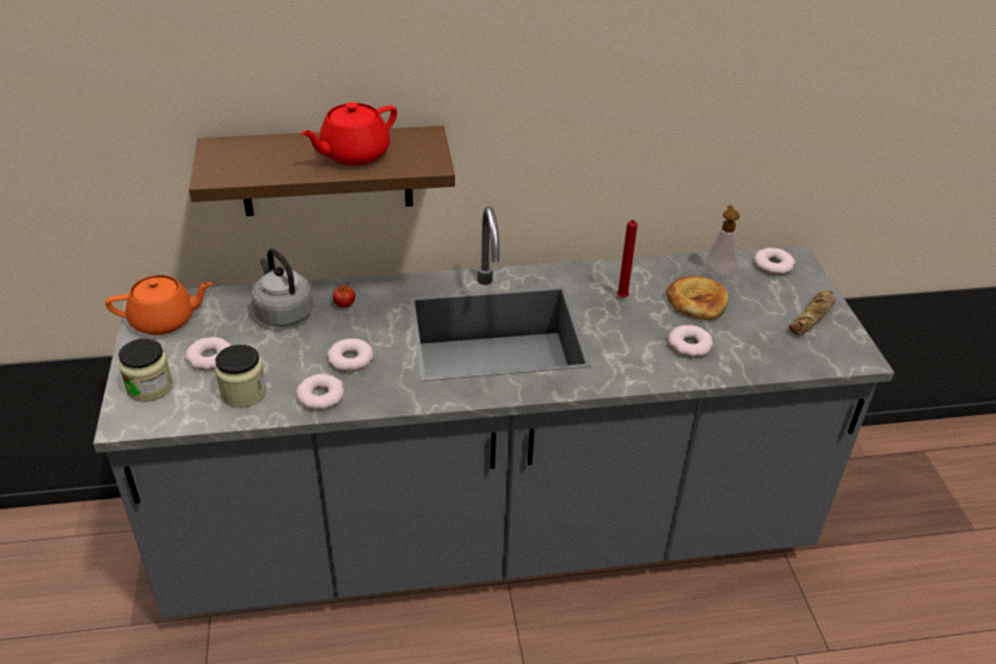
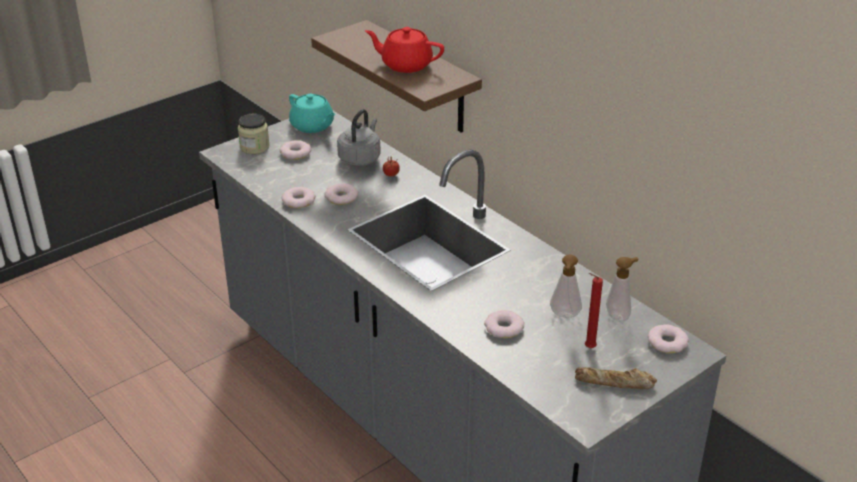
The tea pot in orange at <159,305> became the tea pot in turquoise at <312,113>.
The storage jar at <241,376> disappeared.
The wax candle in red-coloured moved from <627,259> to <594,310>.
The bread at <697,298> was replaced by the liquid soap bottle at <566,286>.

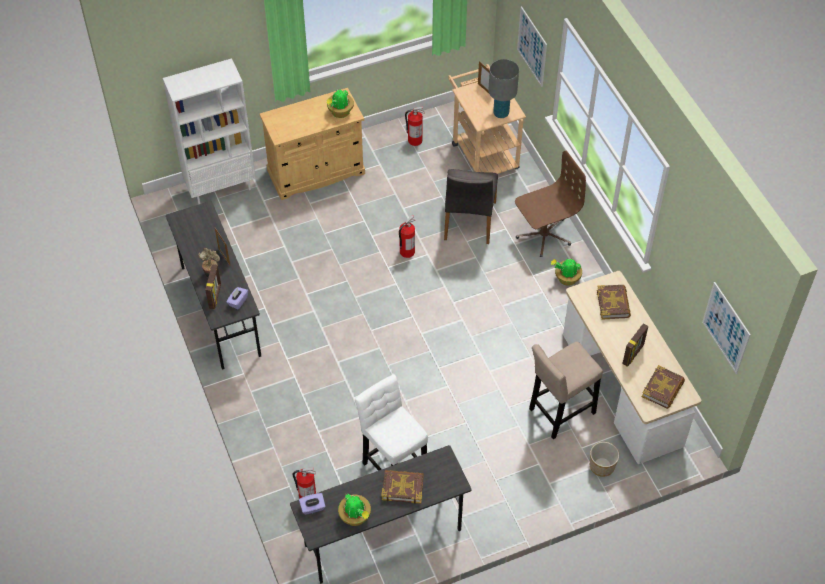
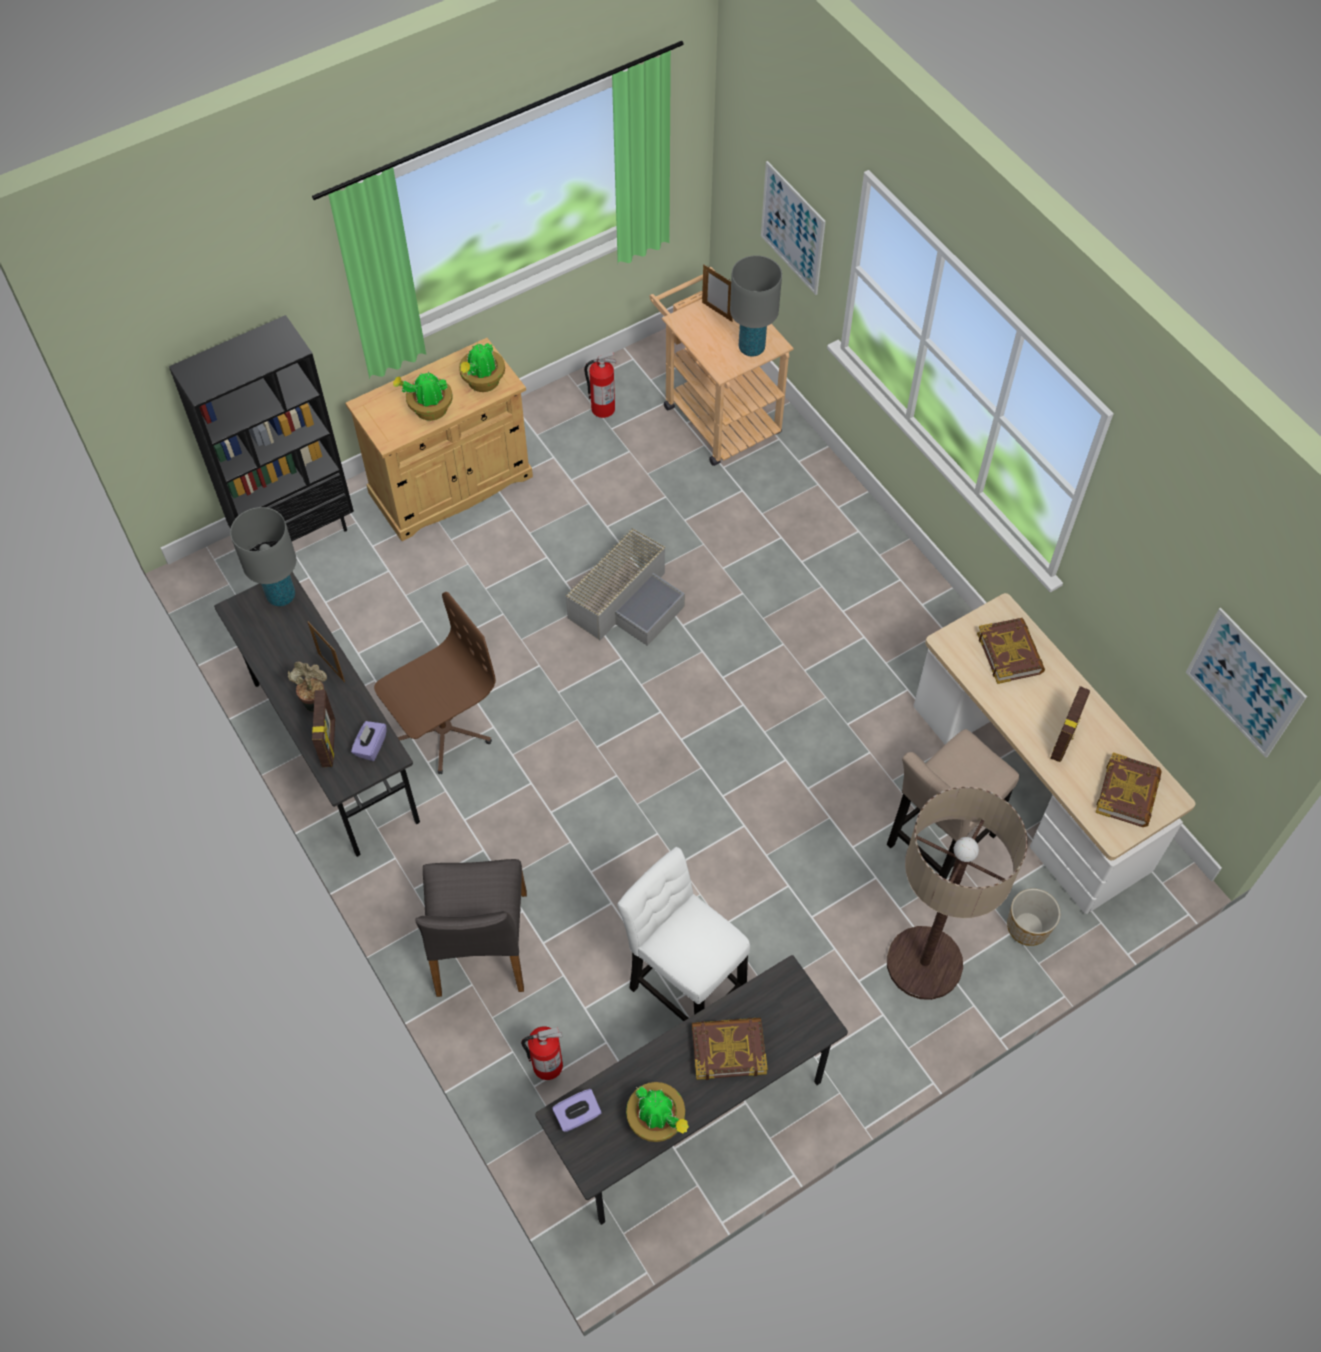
The bookshelf in white at <209,131> became the bookshelf in black at <261,433>.
The extinguisher at <407,236> was replaced by the storage box in gray at <625,587>.
The chair in gray moved from <471,206> to <471,928>.
The desk chair in brownish moved from <550,204> to <435,683>.
The houseplant moved from <566,272> to <423,396>.
The lamp for a table in gray at <263,556> appeared.
The standard lamp at <957,893> appeared.

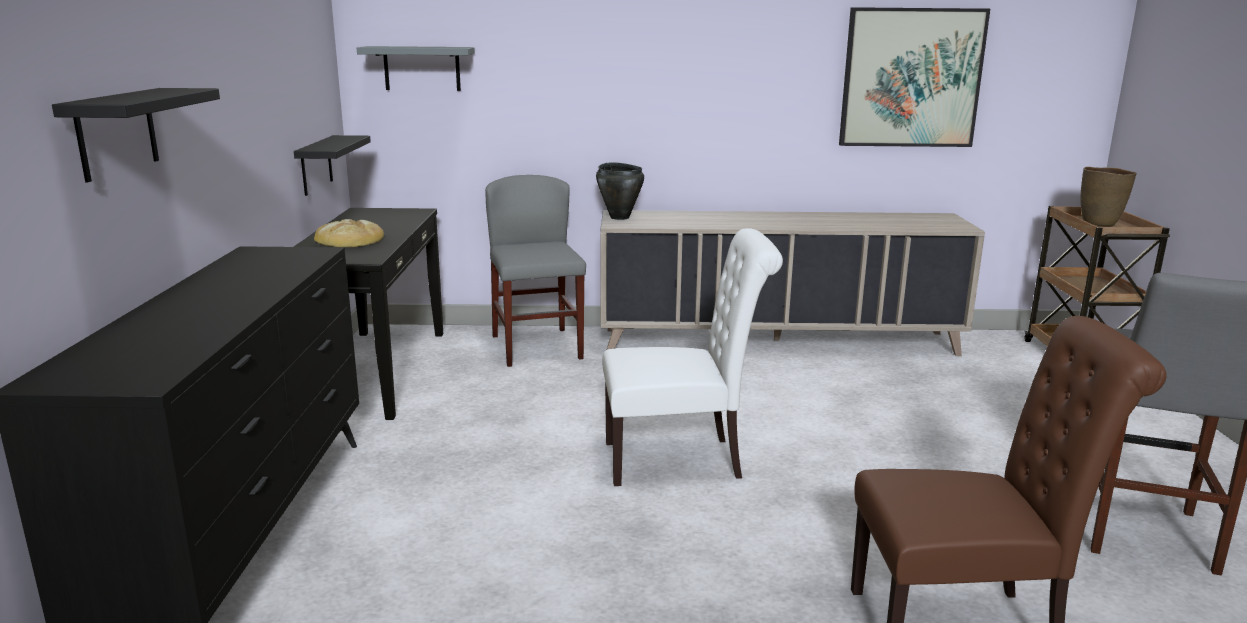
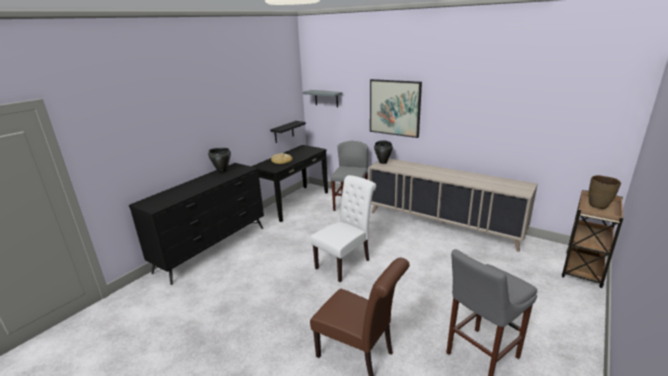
The bracket shelf in black at <136,135> disappeared.
The chair in white at <692,357> turned 75 degrees counterclockwise.
The wall art moved from <914,77> to <396,108>.
The stockpot in black at <219,160> appeared.

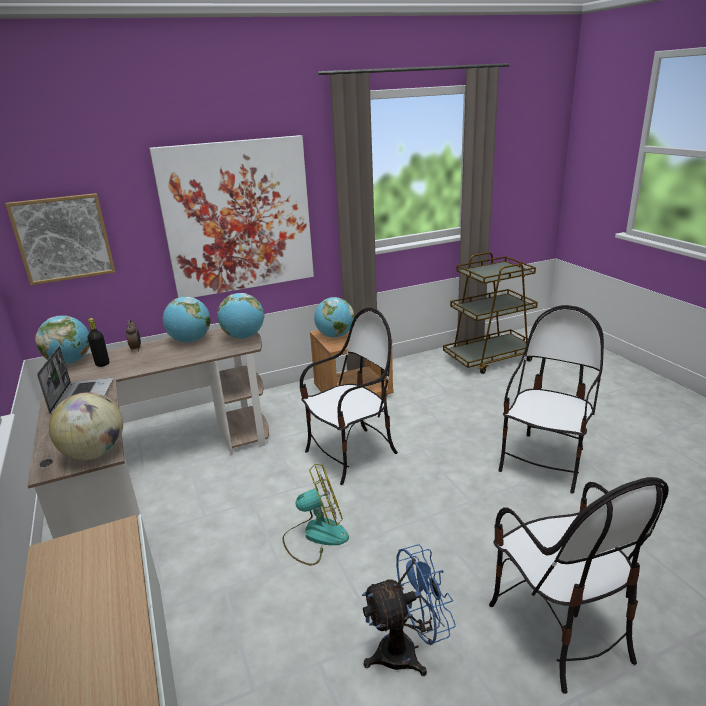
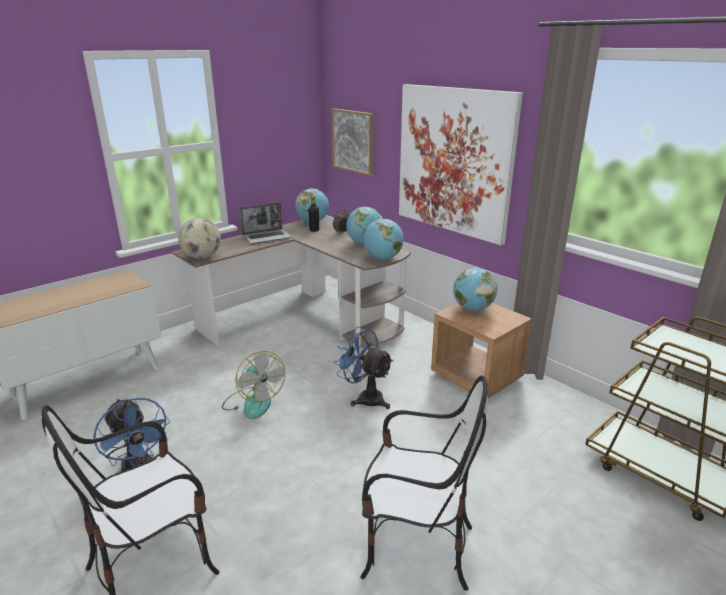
The chair at <349,396> was replaced by the fan in blue-coloured at <363,367>.

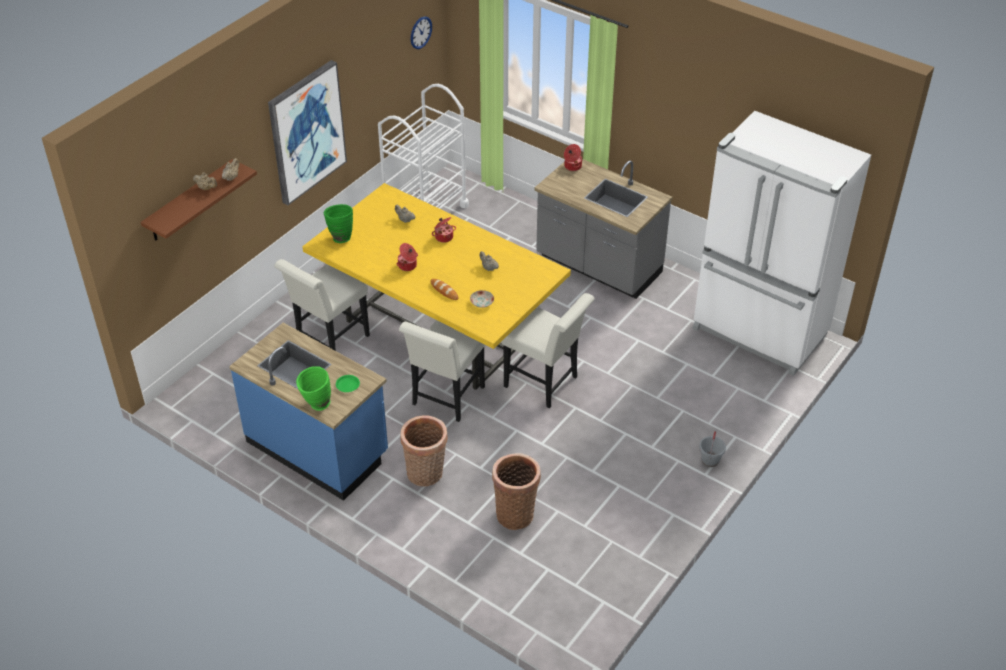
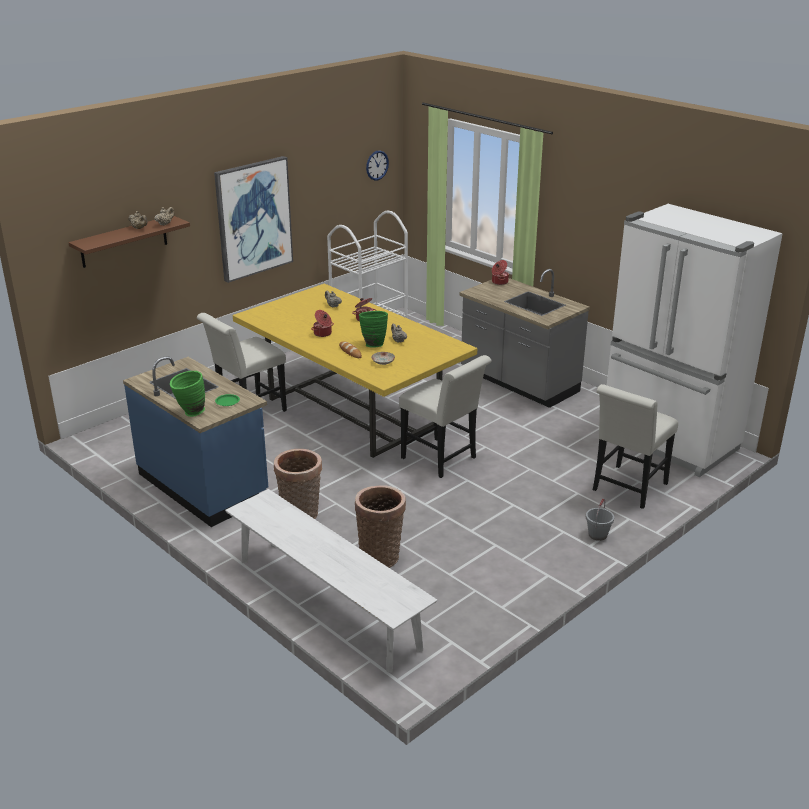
The flower vase in green-coloured moved from <338,223> to <373,329>.
The chair in white moved from <442,371> to <635,446>.
The indoor bench in white at <331,581> appeared.

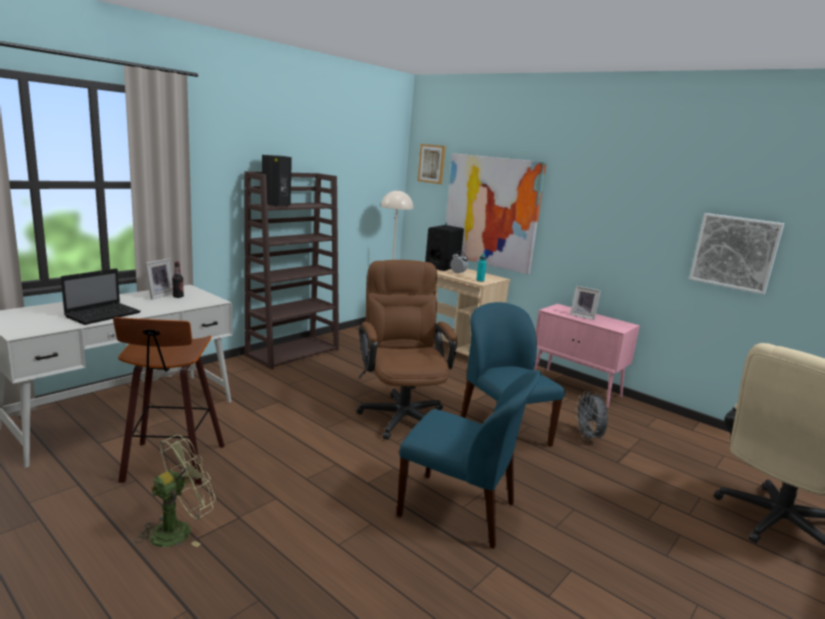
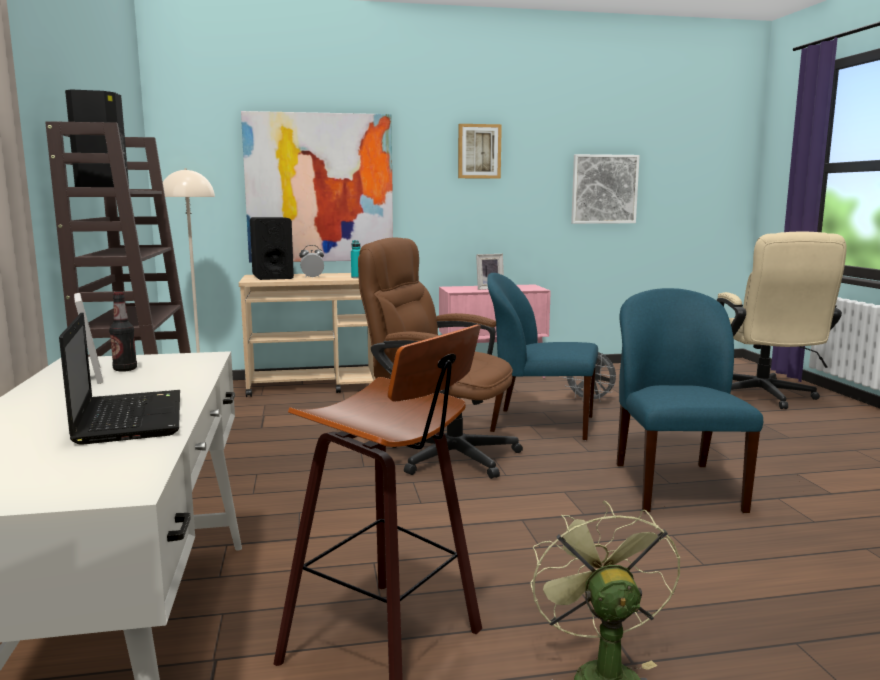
The chair in blue-coloured at <469,459> turned 60 degrees counterclockwise.
The wall art moved from <431,164> to <480,151>.

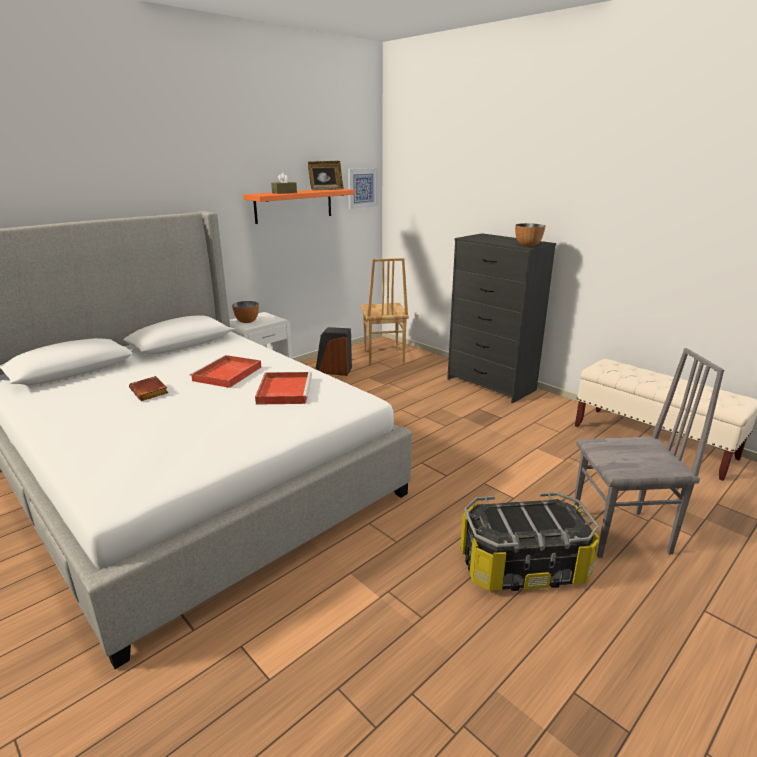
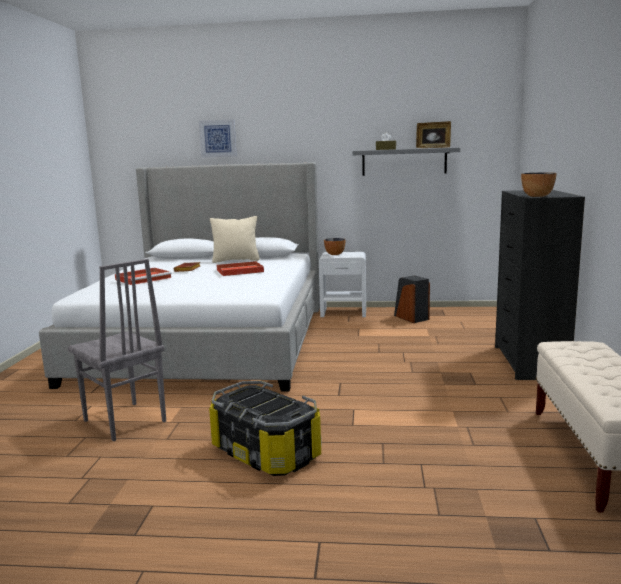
The bracket shelf in orange at <299,206> became the bracket shelf in gray at <406,162>.
The carrying tray in red-coloured moved from <283,388> to <143,276>.
The wall art moved from <362,188> to <218,138>.
The chair in brownish at <385,311> disappeared.
The chair in gray moved from <648,453> to <117,350>.
The cushion in beige-coloured at <235,239> appeared.

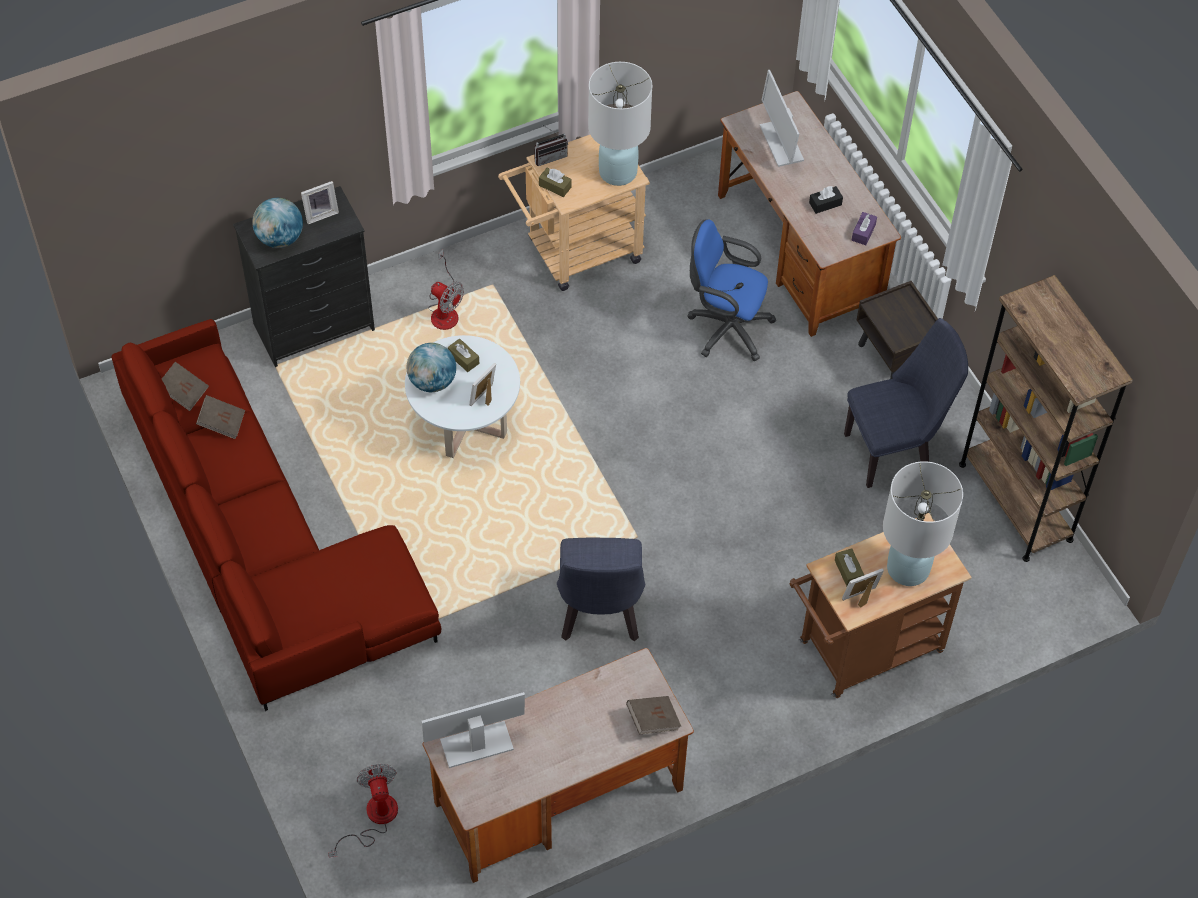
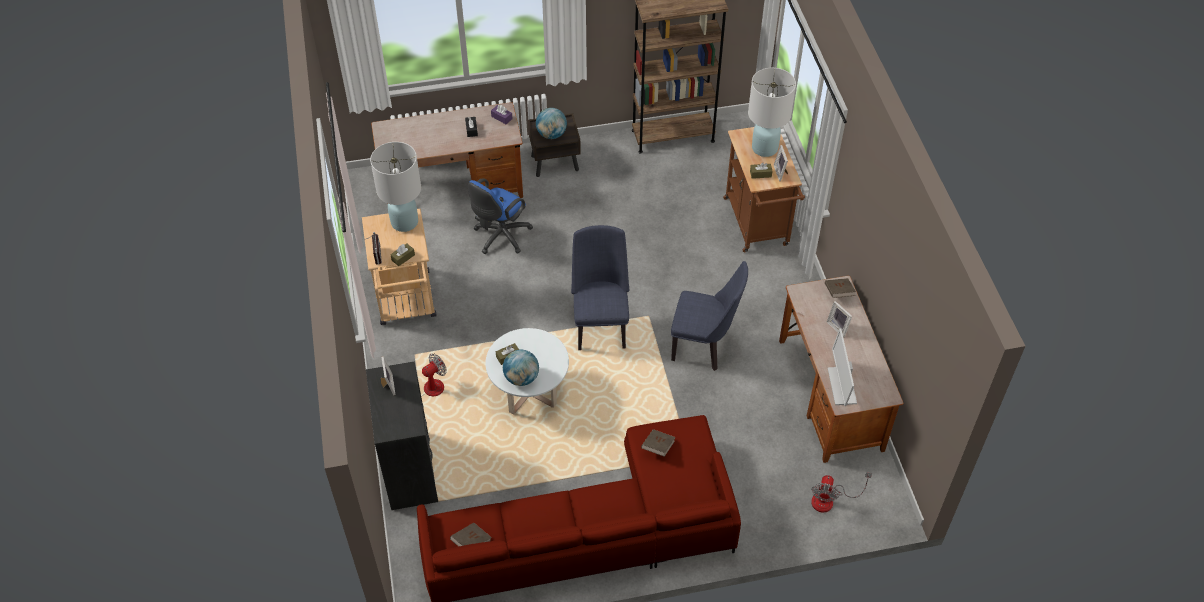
The volume in brownish moved from <220,417> to <658,443>.
The globe moved from <277,223> to <551,123>.
The fan at <363,811> turned 75 degrees counterclockwise.
The photo frame moved from <482,384> to <840,319>.
The computer screen at <782,118> disappeared.
The chair in blue-coloured moved from <906,403> to <600,287>.

